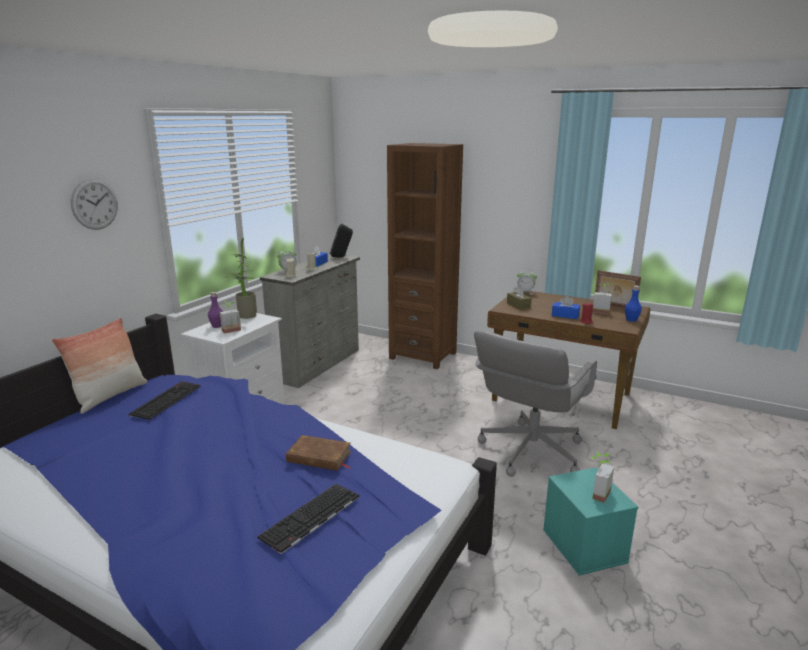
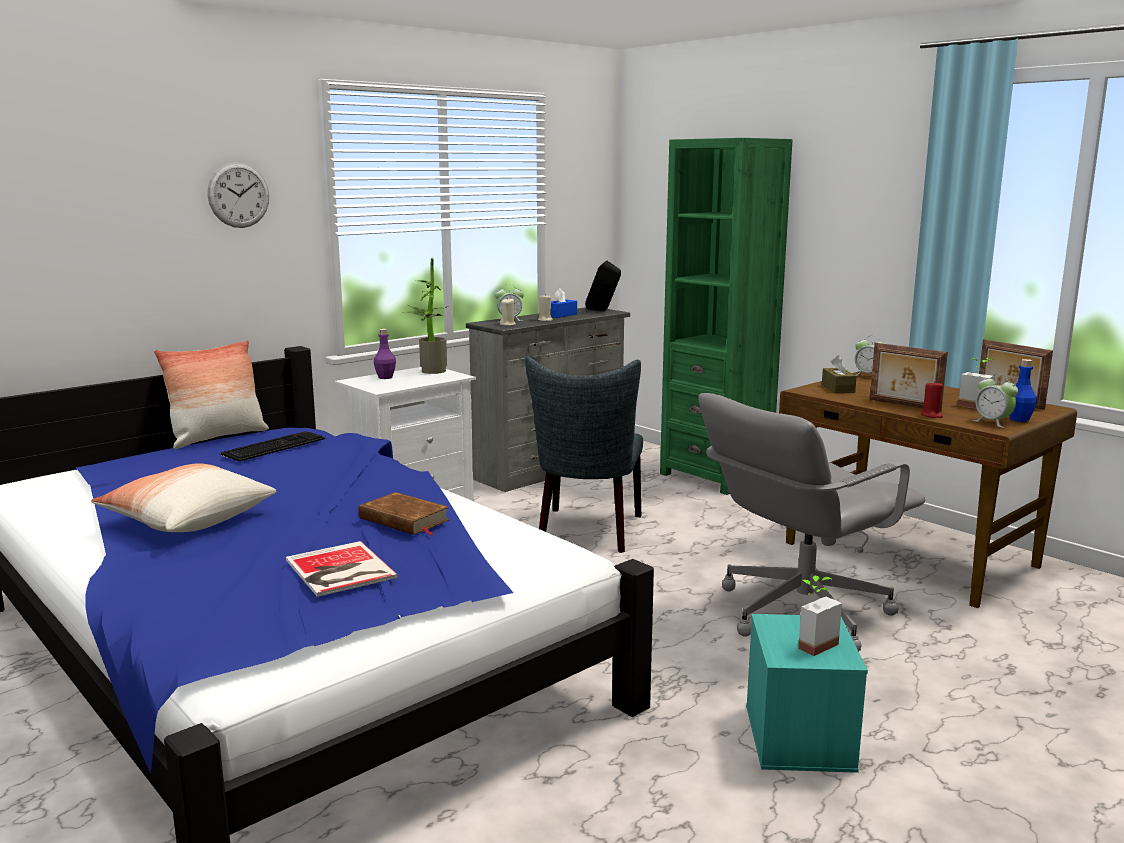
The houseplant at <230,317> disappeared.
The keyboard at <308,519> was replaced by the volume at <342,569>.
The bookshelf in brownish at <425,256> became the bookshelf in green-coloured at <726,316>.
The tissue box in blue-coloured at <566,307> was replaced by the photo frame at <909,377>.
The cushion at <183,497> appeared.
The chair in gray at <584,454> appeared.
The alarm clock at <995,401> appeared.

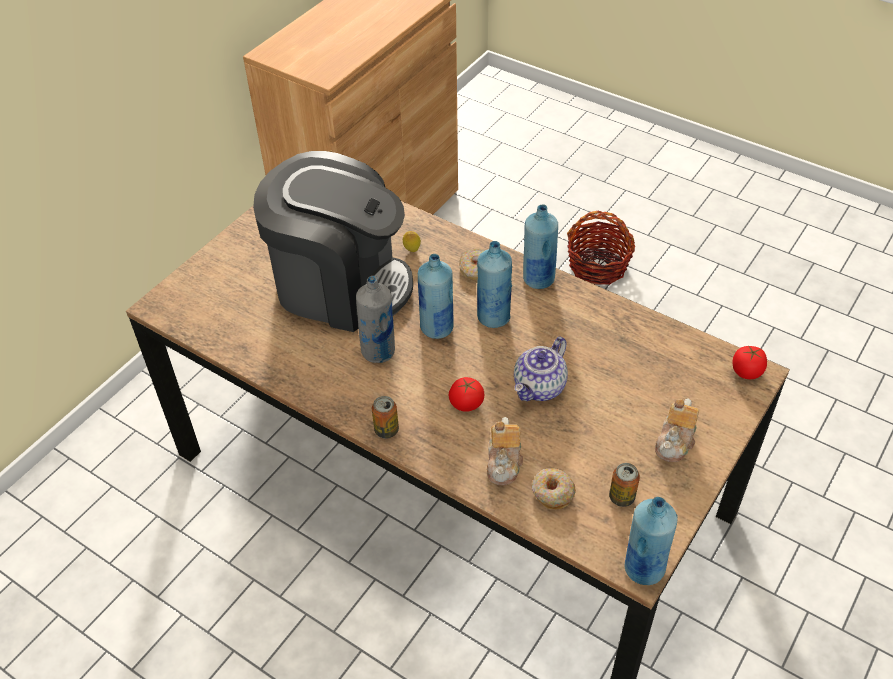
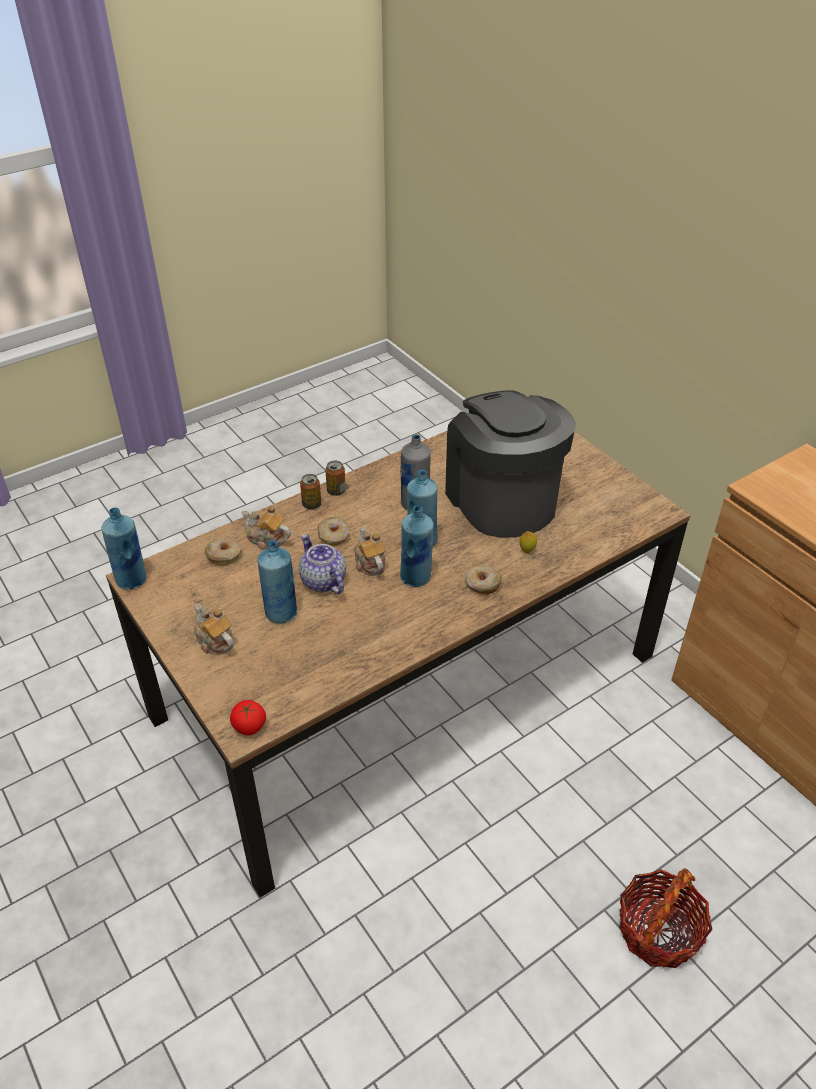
The coffee machine at <333,241> turned 120 degrees clockwise.
The whole tomato at <466,394> was replaced by the doughnut at <333,531>.
The beverage bottle in blue-coloured moved from <540,247> to <277,581>.
The sealed can moved from <624,485> to <310,491>.
The tea pot at <370,551> appeared.

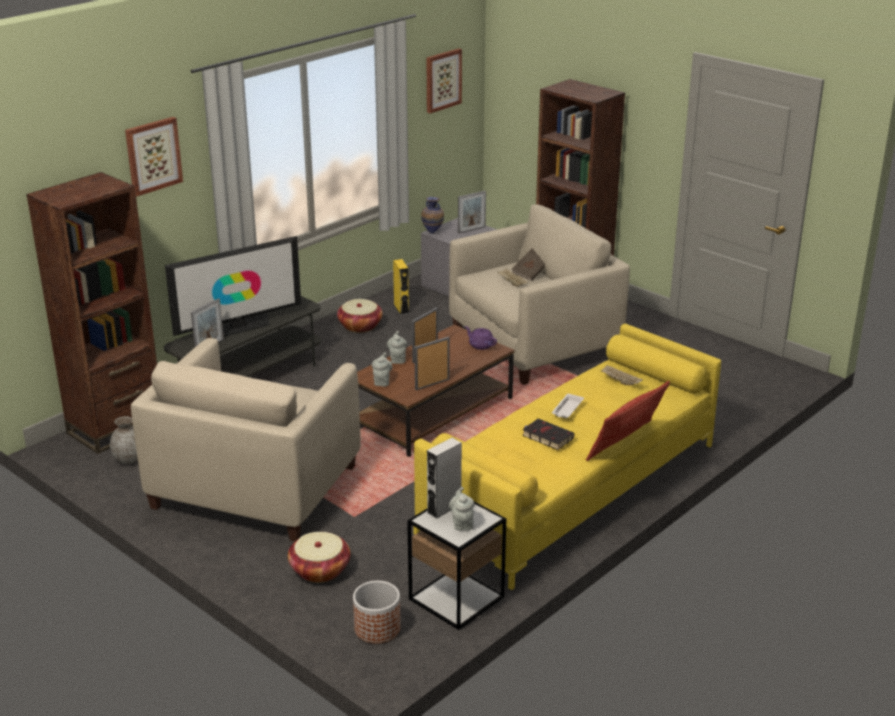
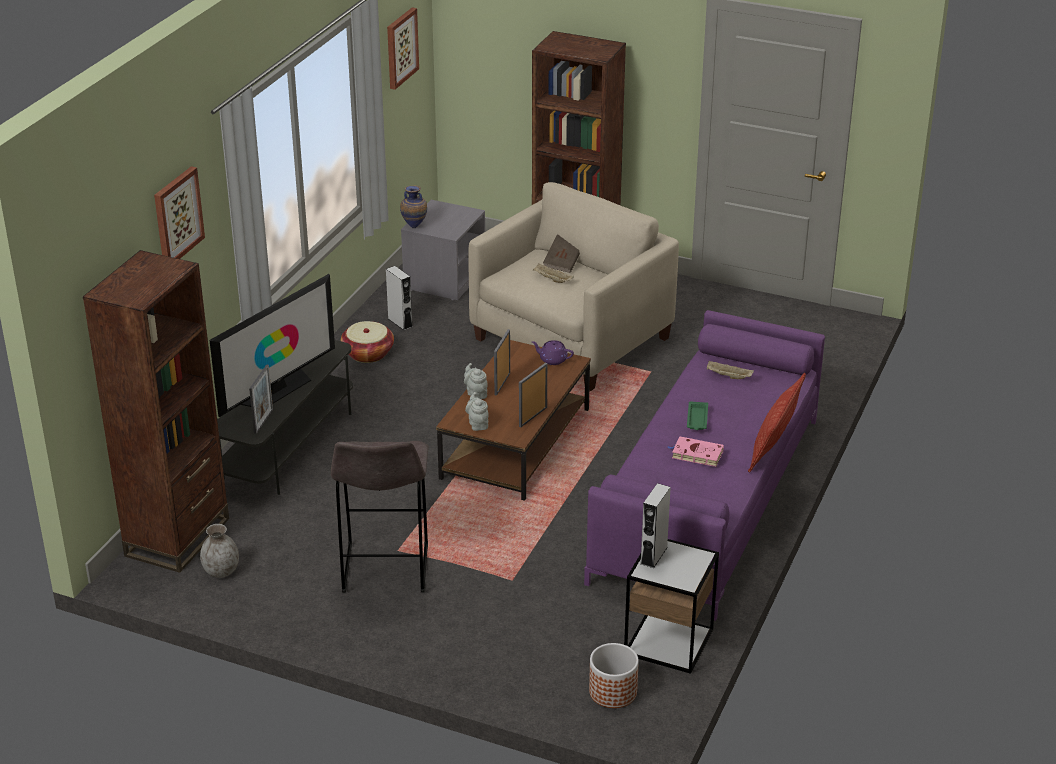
The easy chair in beige-coloured at <246,440> was replaced by the sitting stool in gray at <380,517>.
The basket at <319,557> disappeared.
The speaker in yellowish at <401,287> became the speaker in gray at <399,298>.
The settee in yellowish at <567,457> became the settee in purple at <704,465>.
The tea pot in gray at <462,508> disappeared.
The photo frame at <472,212> disappeared.
The volume in black at <548,434> became the volume in pinkish at <696,452>.
The carrying tray in white at <568,405> became the carrying tray in green-coloured at <697,415>.

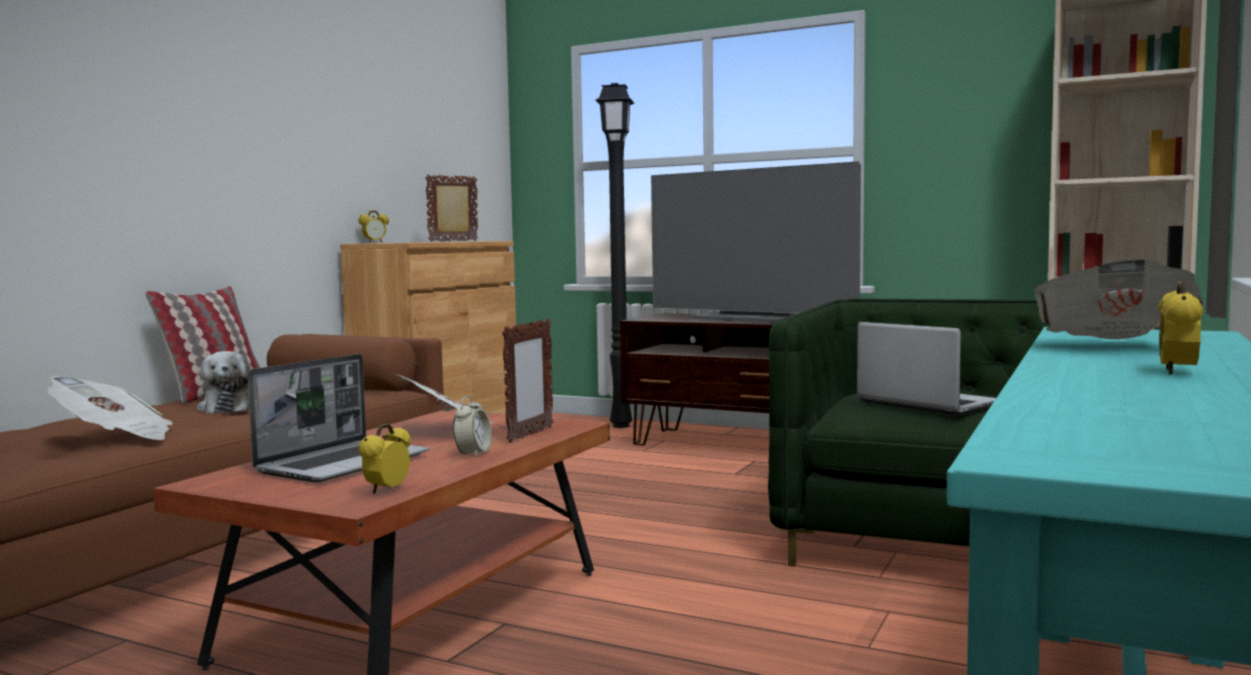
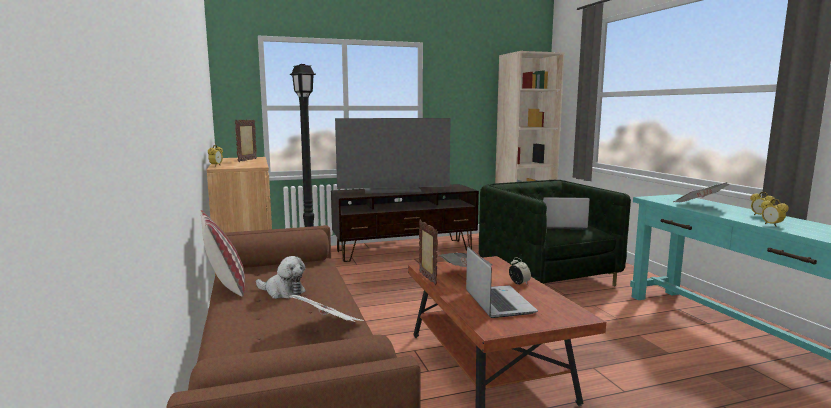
The alarm clock moved from <384,458> to <775,213>.
The photo frame moved from <528,380> to <428,252>.

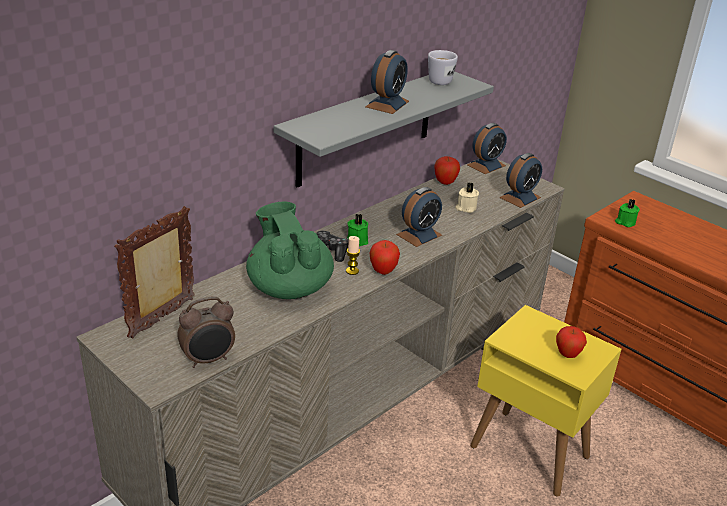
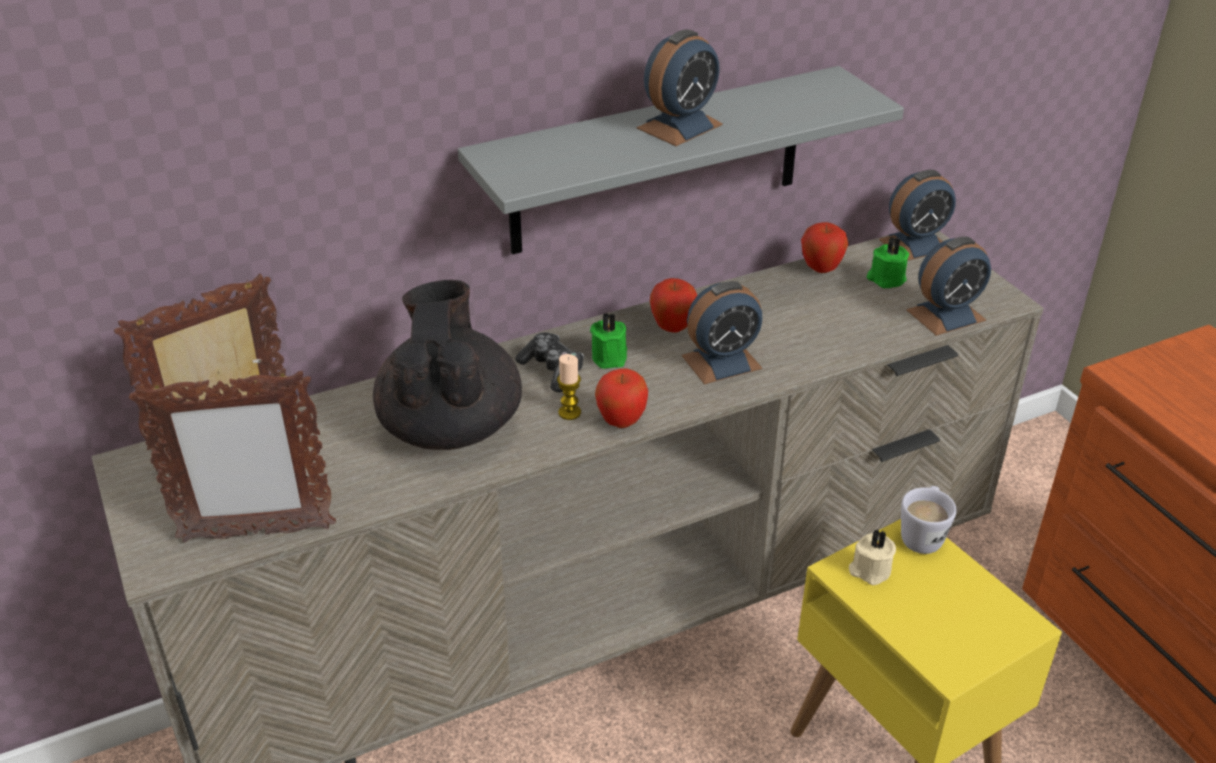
The alarm clock at <206,332> was replaced by the photo frame at <232,456>.
The tea pot in green-coloured at <290,250> became the tea pot in black at <447,365>.
The coffee mug in white moved from <443,67> to <928,520>.
The wax candle in beige-coloured moved from <467,198> to <872,557>.
The apple fruit moved from <571,342> to <673,305>.
The wax candle in green-coloured moved from <627,213> to <888,262>.

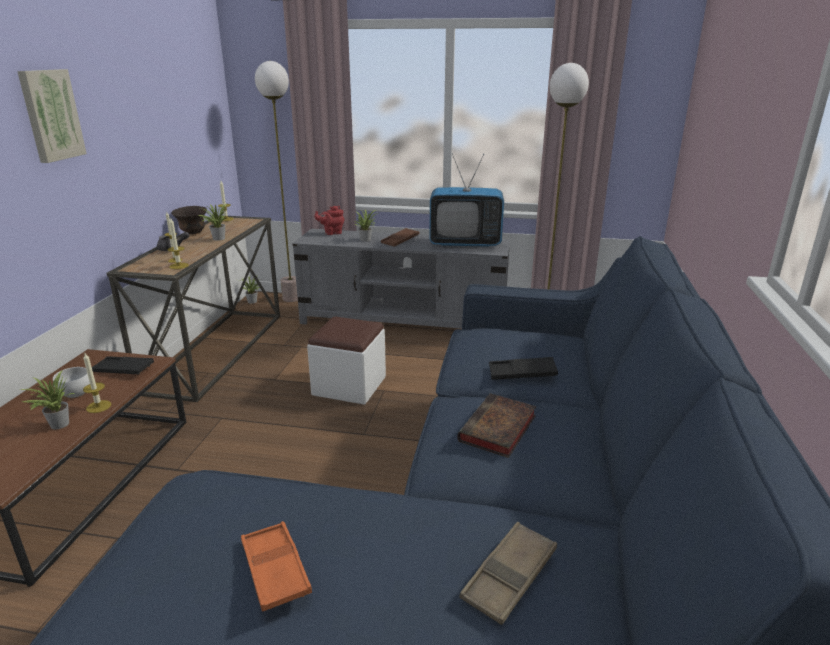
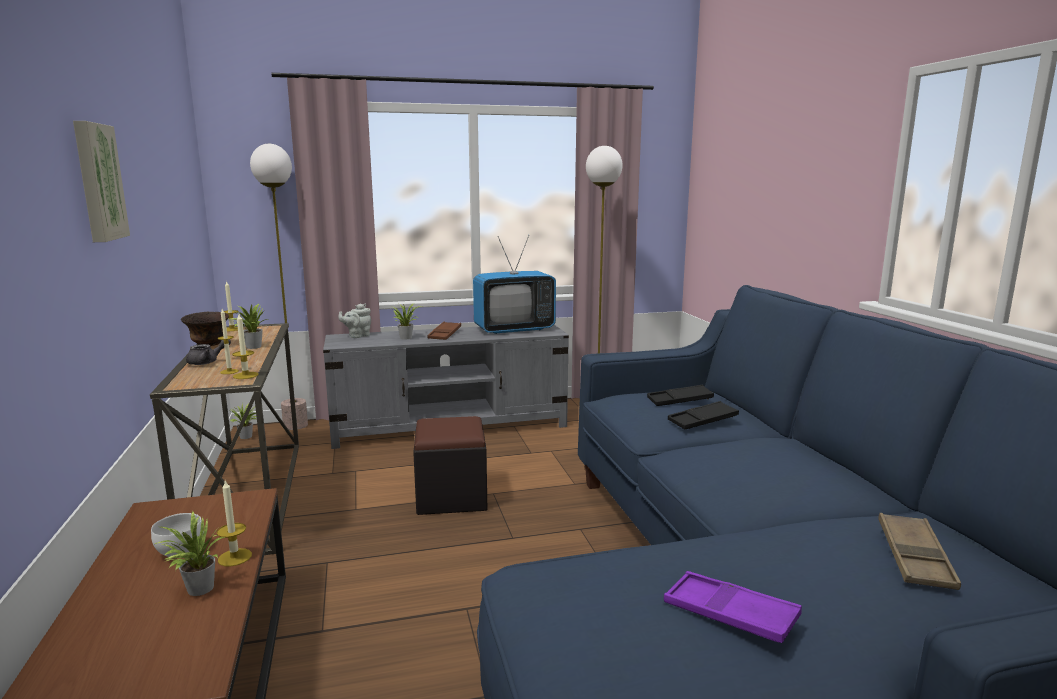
The carrying tray in black moved from <123,365> to <680,395>.
The carrying tray in orange at <276,566> became the carrying tray in purple at <733,607>.
The pouffe in white at <346,361> became the pouffe in black at <450,465>.
The tea pot in red-coloured at <329,220> became the tea pot in gray at <354,321>.
The volume at <497,425> disappeared.

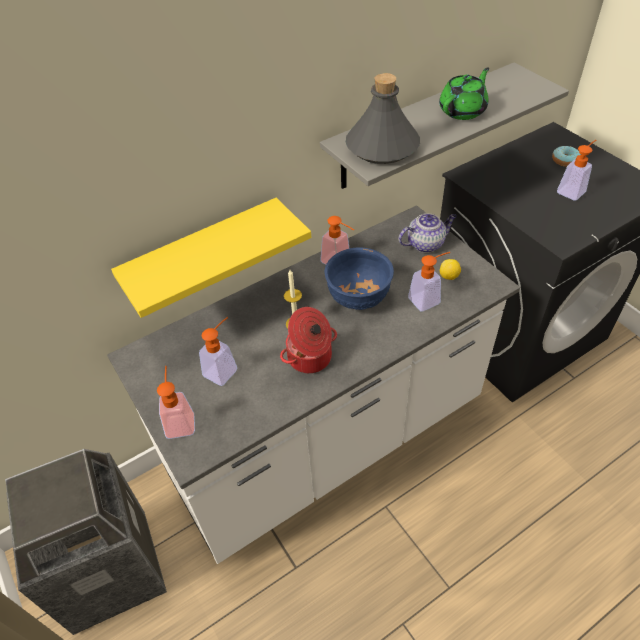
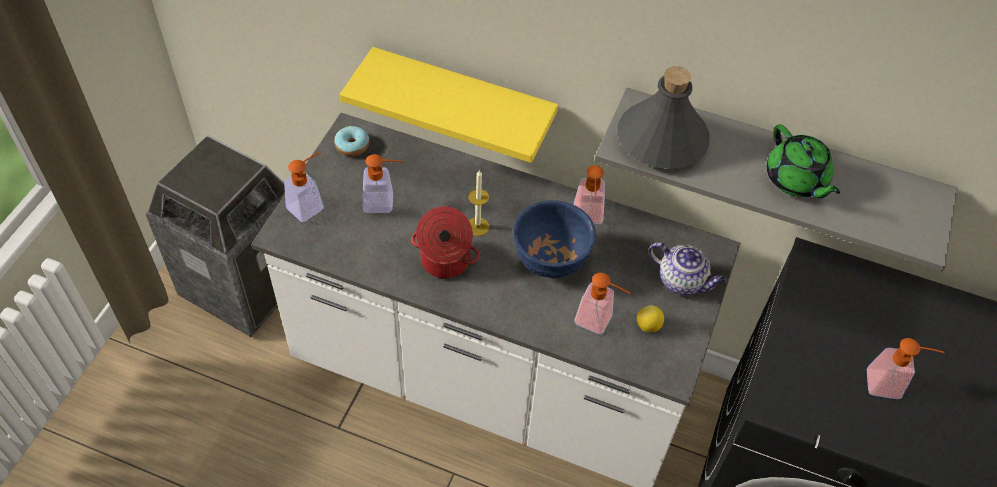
The tea pot in green-coloured at <464,94> turned 60 degrees clockwise.
The doughnut moved from <566,156> to <351,141>.

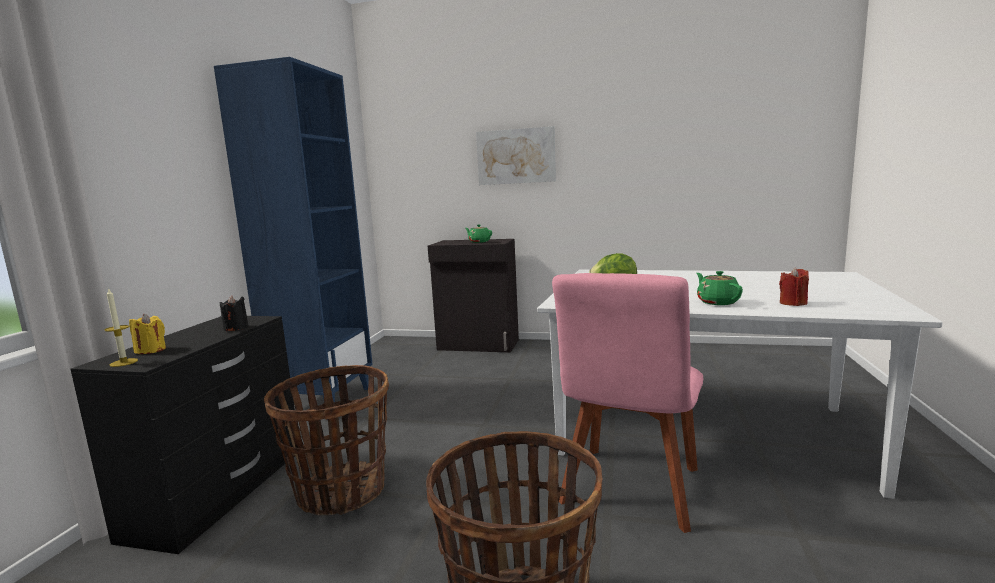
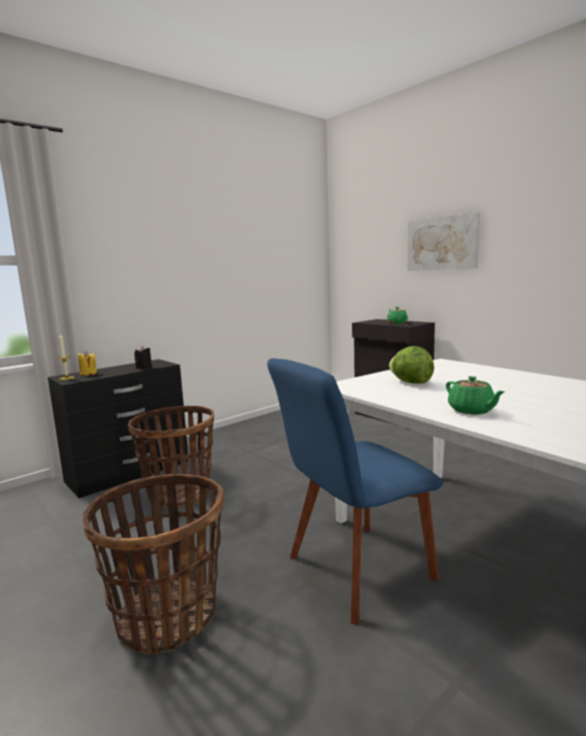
The bookshelf in blue-coloured at <293,238> disappeared.
The chair in pinkish at <627,403> became the chair in blue-coloured at <355,491>.
The tea pot in green-coloured at <720,288> turned 135 degrees clockwise.
The wax candle in red-coloured at <794,286> disappeared.

